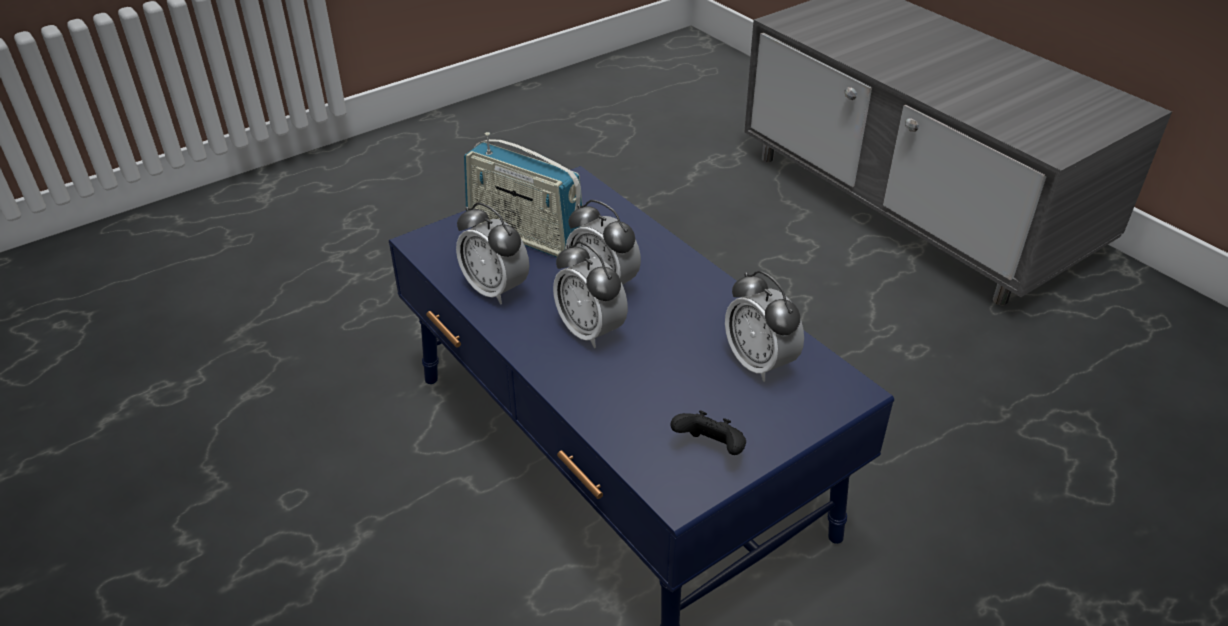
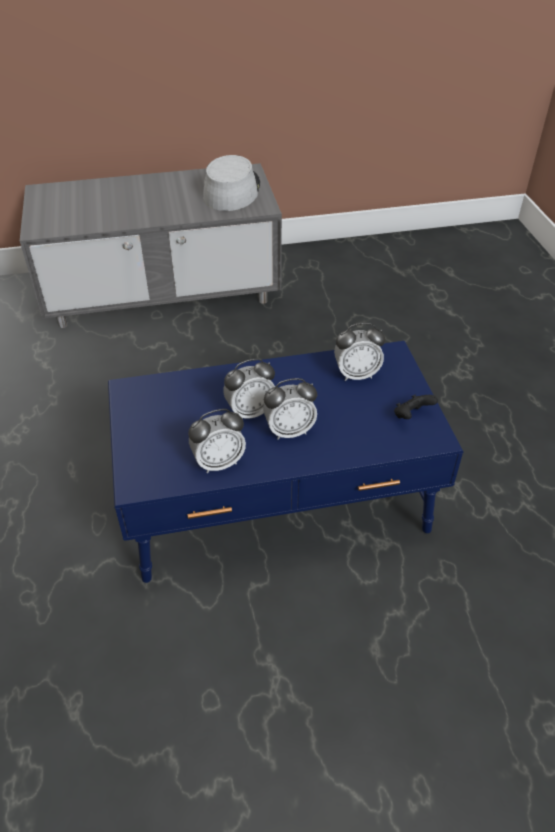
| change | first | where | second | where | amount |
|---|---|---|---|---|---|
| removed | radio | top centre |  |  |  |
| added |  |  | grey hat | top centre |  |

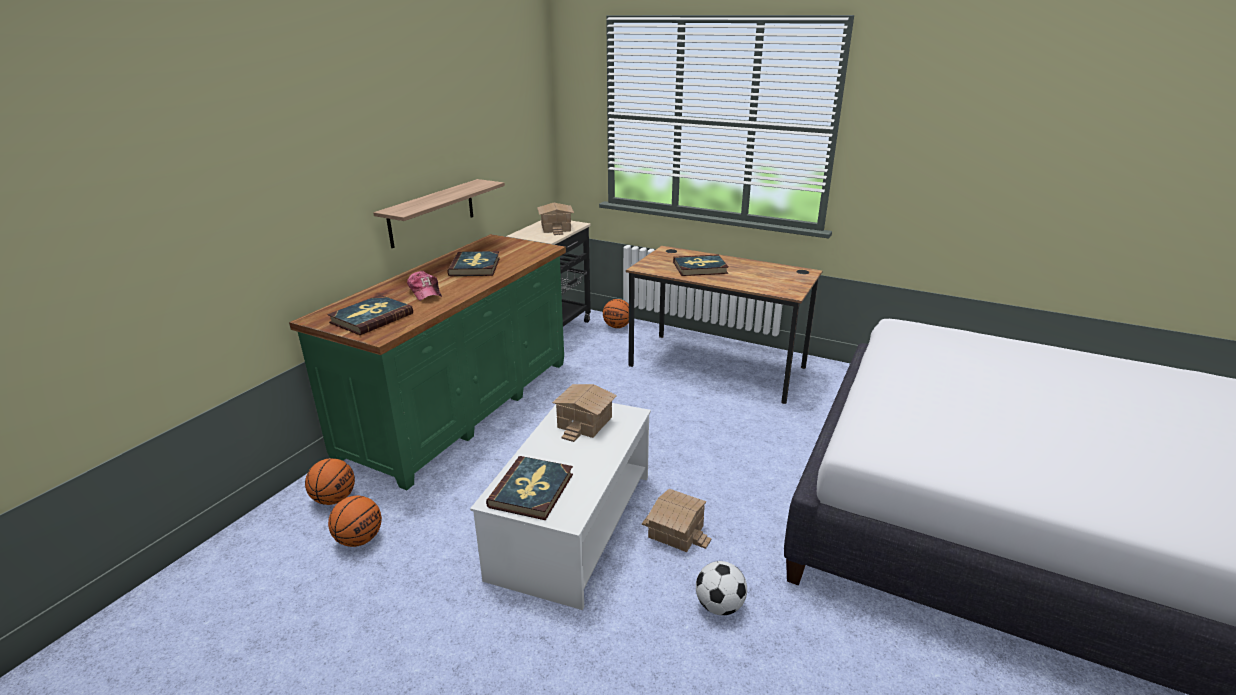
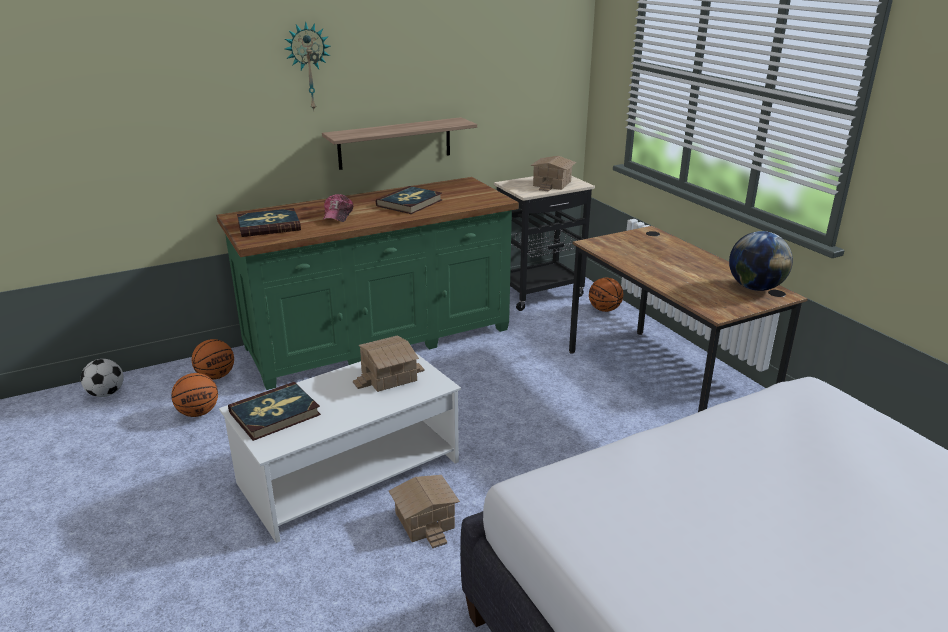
| change | first | where | second | where | amount |
|---|---|---|---|---|---|
| removed | book (4th from left) | centre |  |  |  |
| moved | football | bottom centre |  | middle left |  |
| added |  |  | wall clock | top left |  |
| added |  |  | globe | middle right |  |

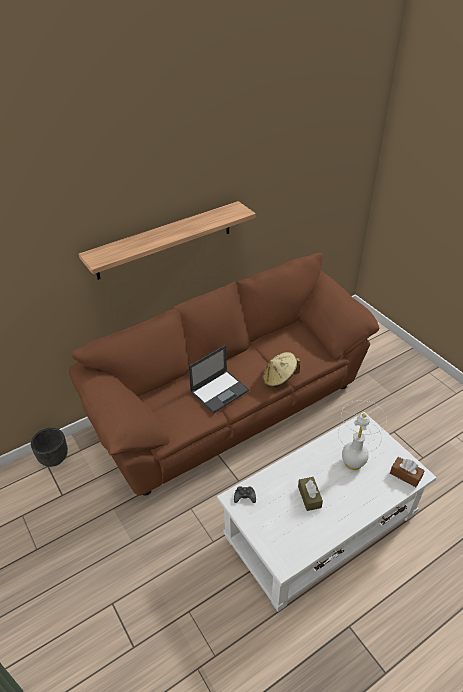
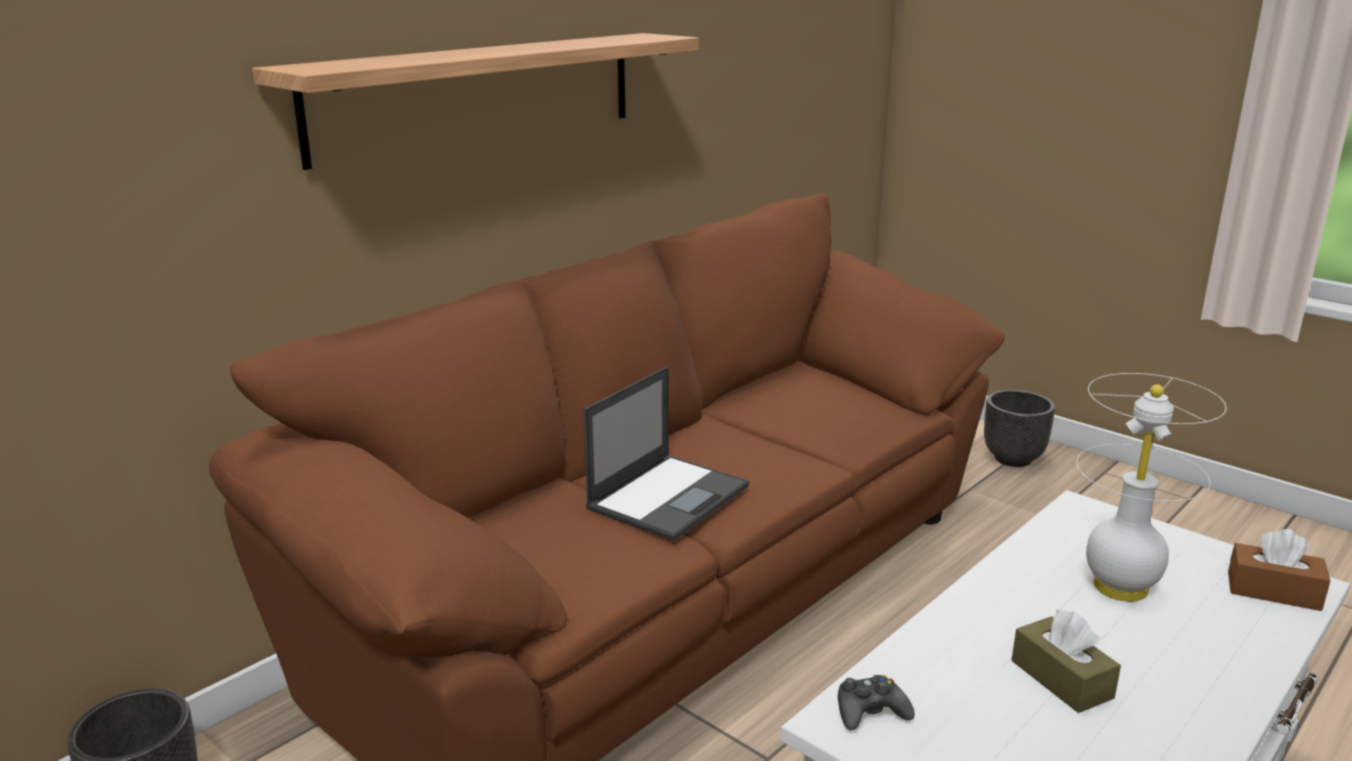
| change | first | where | second | where | amount |
|---|---|---|---|---|---|
| removed | beige hat | centre |  |  |  |
| added |  |  | black planter (2nd from left) | middle right |  |

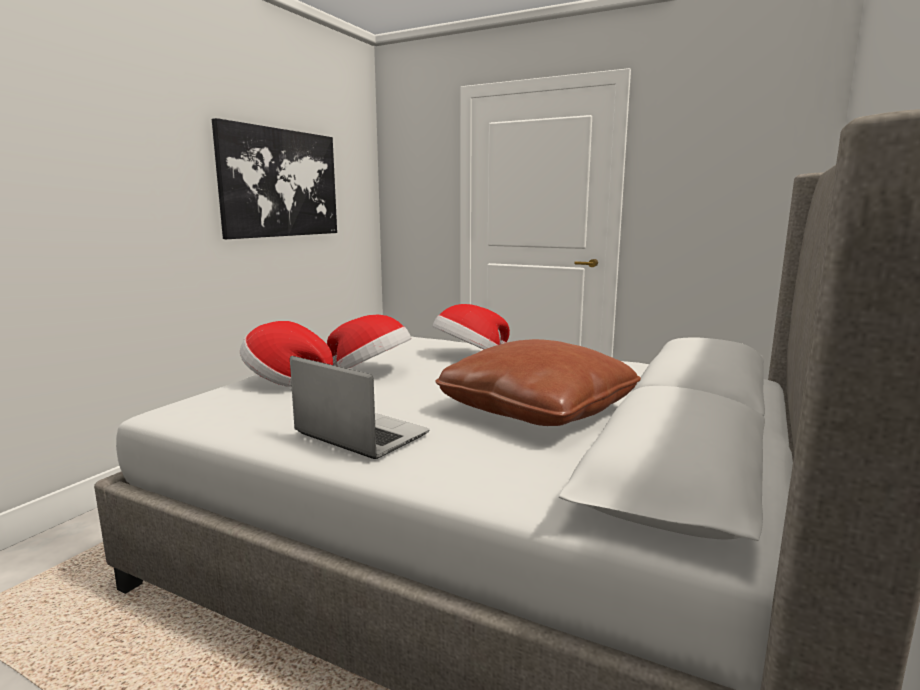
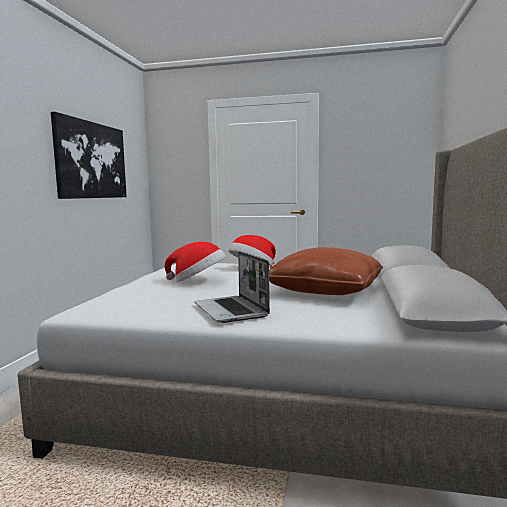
| change | first | where | second | where | amount |
|---|---|---|---|---|---|
| removed | hat (1st from left) | middle left |  |  |  |
| turned | laptop | centre |  | centre | 135 degrees counterclockwise |

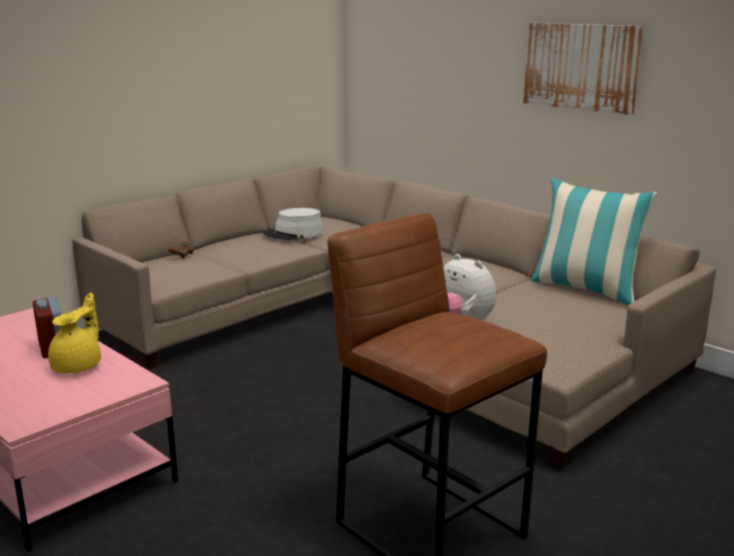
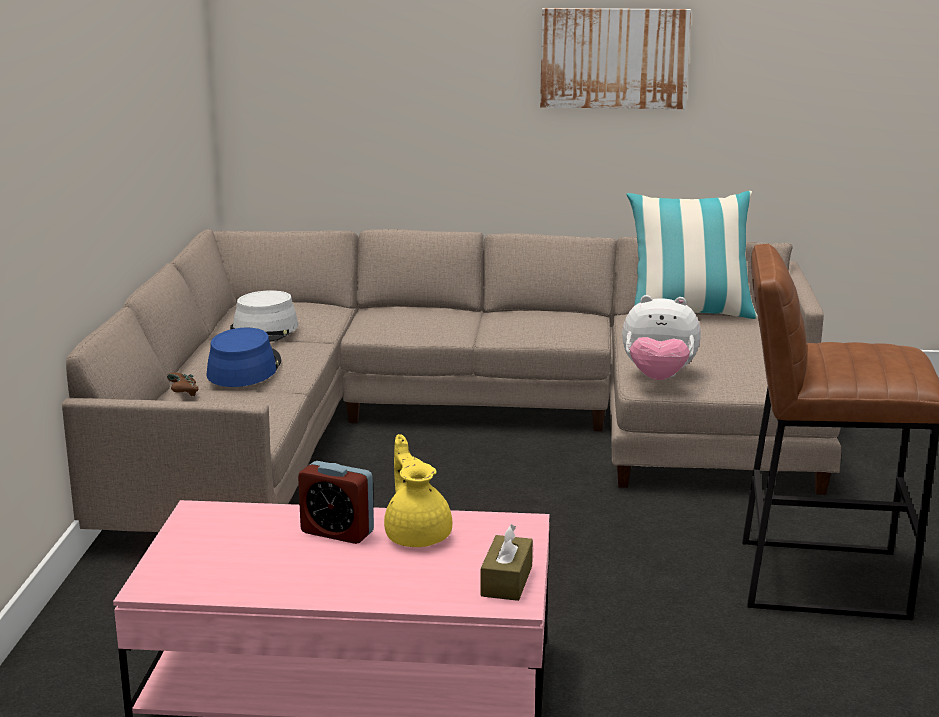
| change | first | where | second | where | amount |
|---|---|---|---|---|---|
| added |  |  | blue hat | middle left |  |
| added |  |  | brown tissue box | bottom centre |  |

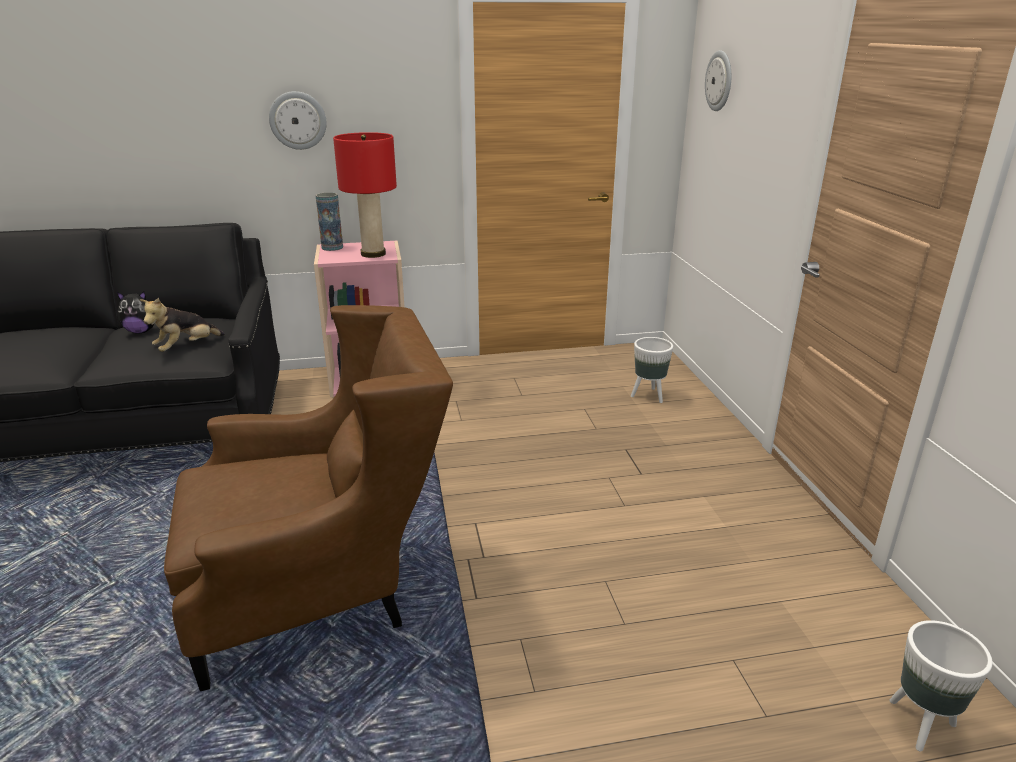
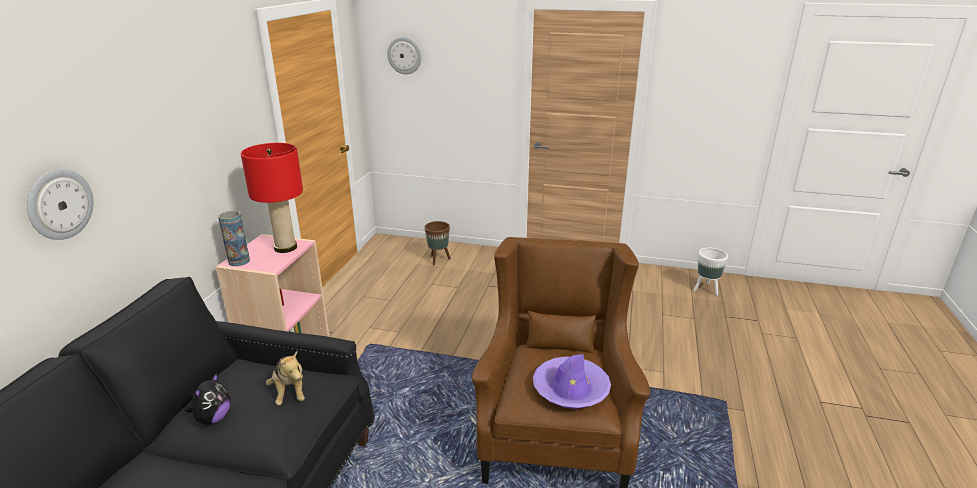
| change | first | where | second | where | amount |
|---|---|---|---|---|---|
| moved | wall clock (1st from left) | top left |  | middle left |  |
| recoloured | white planter (1st from left) | centre | brown planter | centre |  |
| added |  |  | purple hat | bottom centre |  |

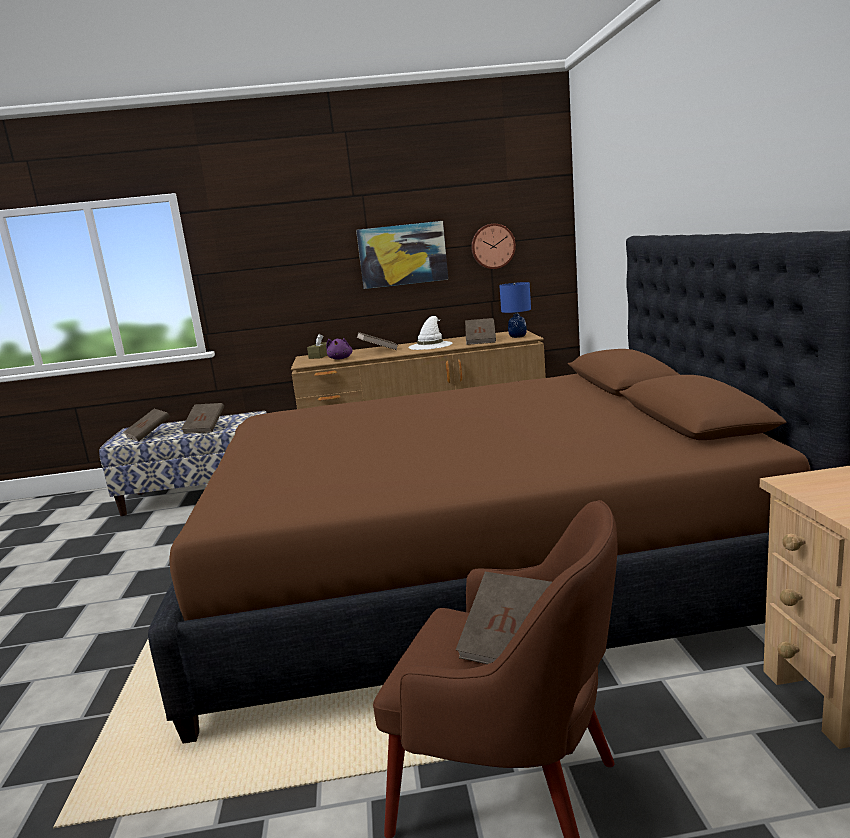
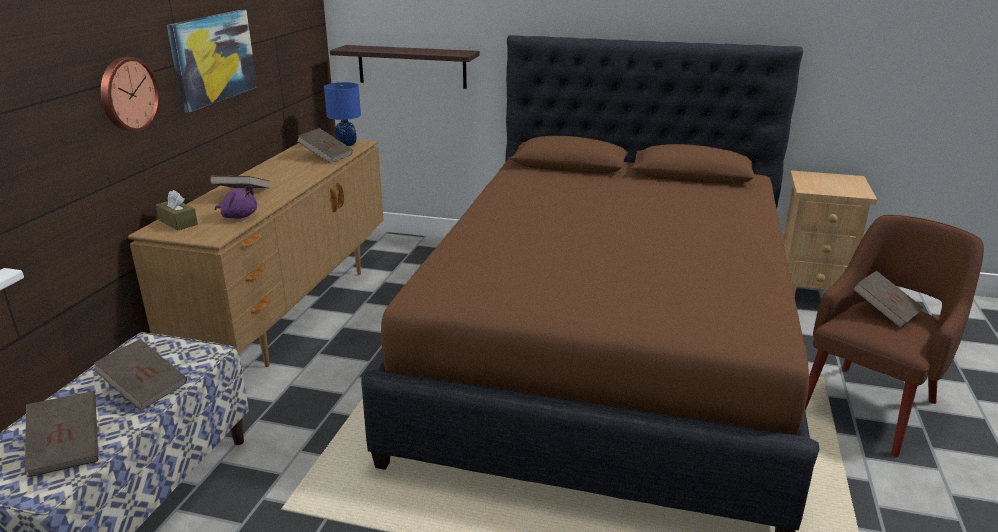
| change | first | where | second | where | amount |
|---|---|---|---|---|---|
| moved | wall clock | top centre |  | top left |  |
| removed | white hat | centre |  |  |  |
| added |  |  | shelf | top centre |  |

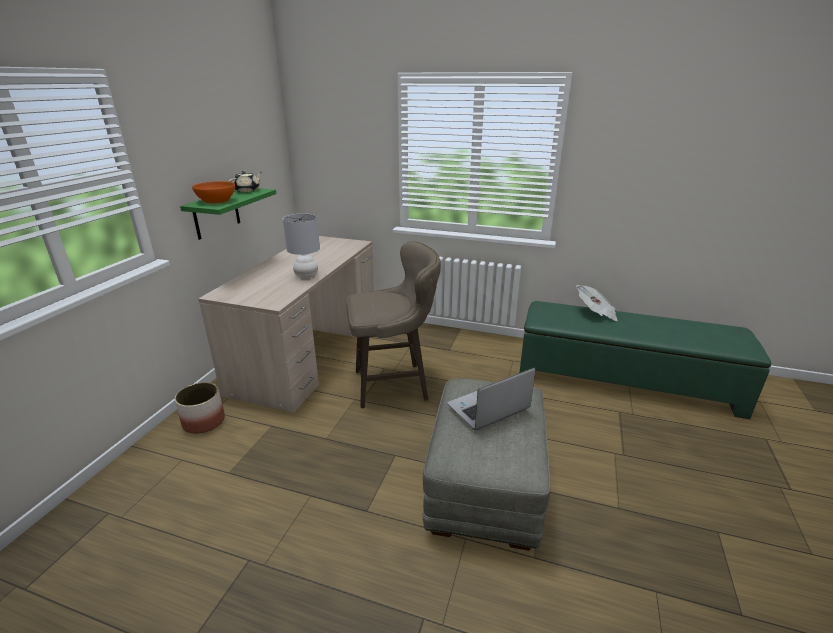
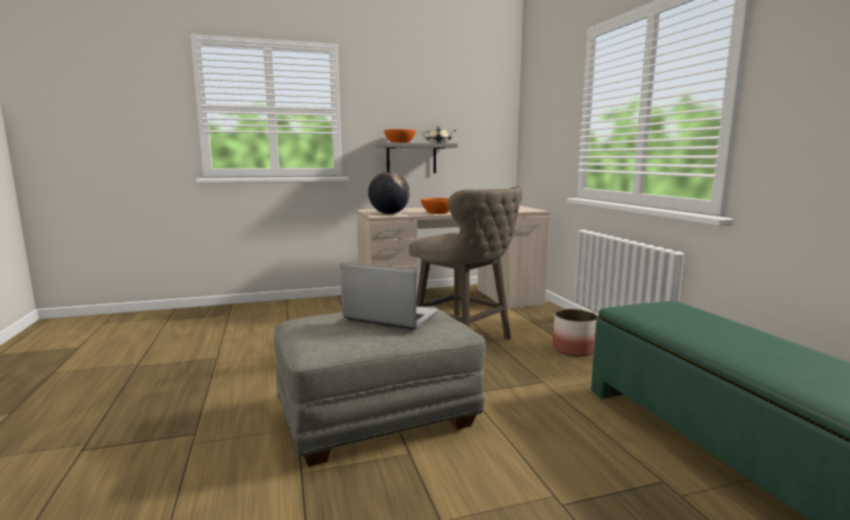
| change | first | where | second | where | amount |
|---|---|---|---|---|---|
| recoloured | green shelf | middle left | grey shelf | top centre |  |
| replaced | grey table lamp | centre | orange bowl (2nd from left) | centre |  |
| removed | newspaper | middle right |  |  |  |
| moved | planter | middle left |  | middle right |  |
| added |  |  | globe | centre |  |

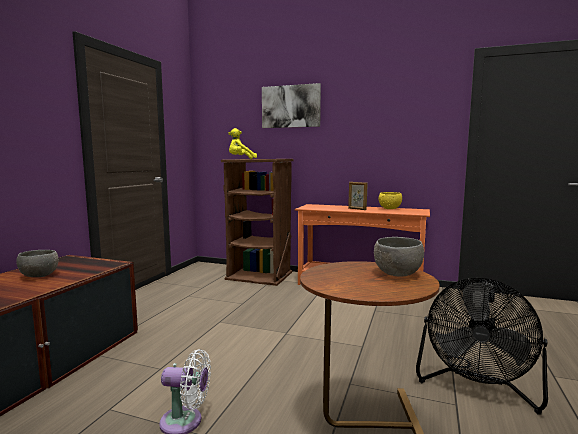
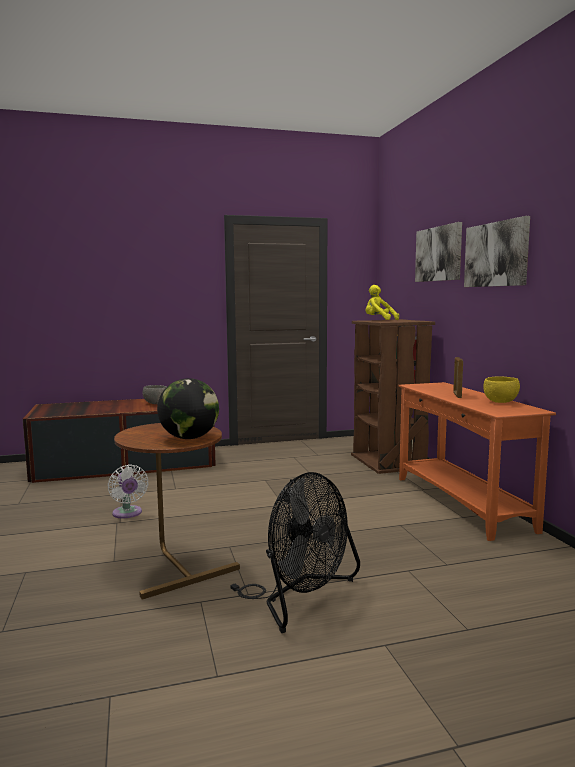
| change | first | where | second | where | amount |
|---|---|---|---|---|---|
| replaced | grey bowl (2nd from left) | middle right | globe | middle left |  |
| turned | black fan | bottom right |  | bottom centre | 135 degrees counterclockwise |
| added |  |  | picture (2nd from left) | top right |  |

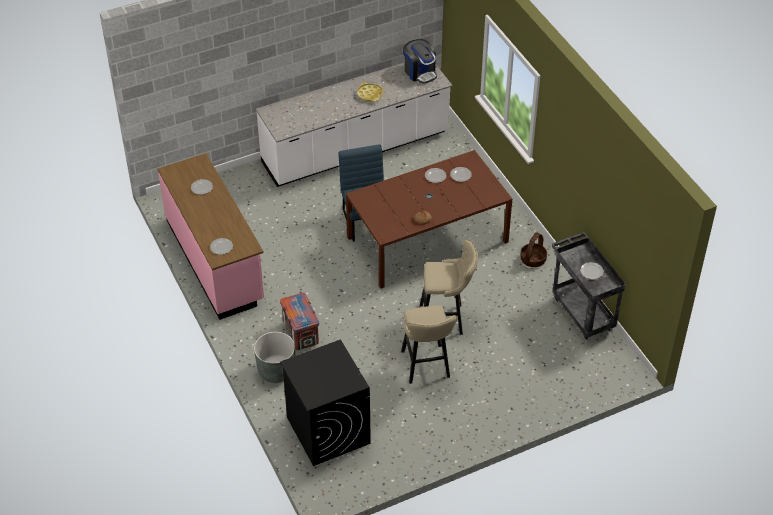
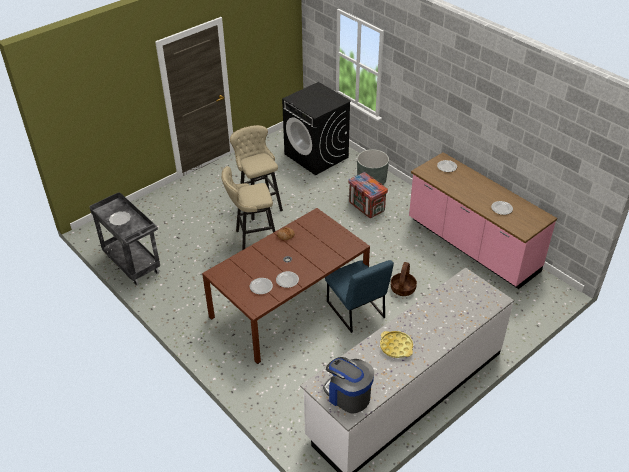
| change | first | where | second | where | amount |
|---|---|---|---|---|---|
| moved | basket | middle right |  | centre |  |

